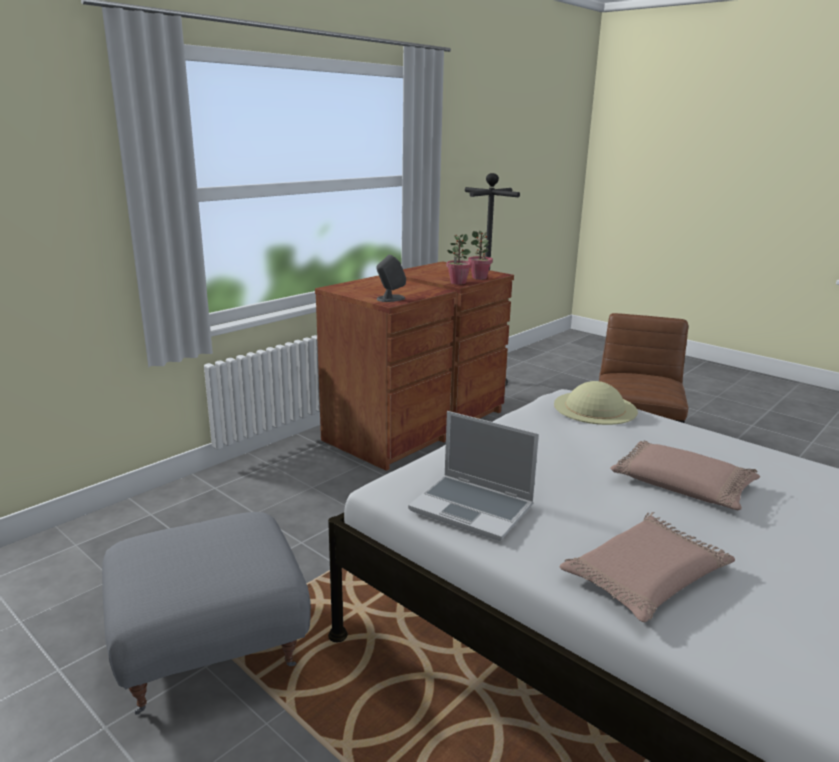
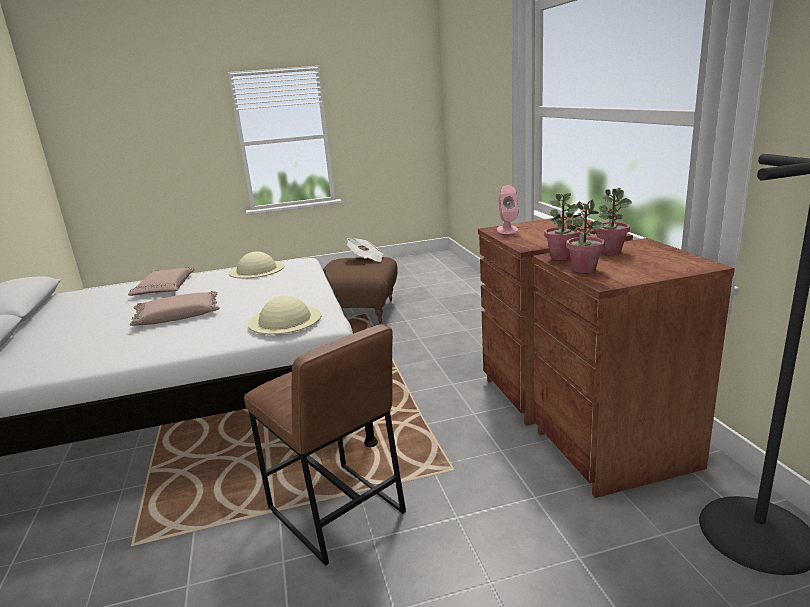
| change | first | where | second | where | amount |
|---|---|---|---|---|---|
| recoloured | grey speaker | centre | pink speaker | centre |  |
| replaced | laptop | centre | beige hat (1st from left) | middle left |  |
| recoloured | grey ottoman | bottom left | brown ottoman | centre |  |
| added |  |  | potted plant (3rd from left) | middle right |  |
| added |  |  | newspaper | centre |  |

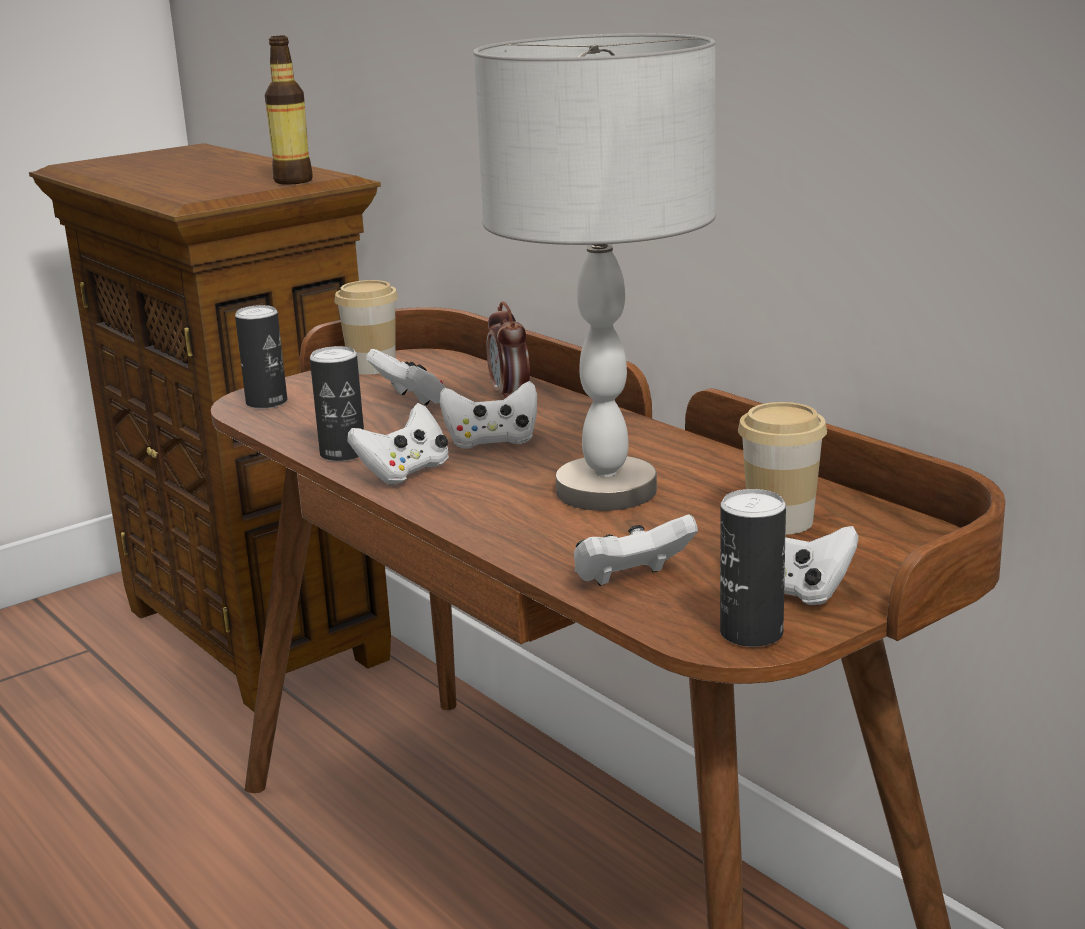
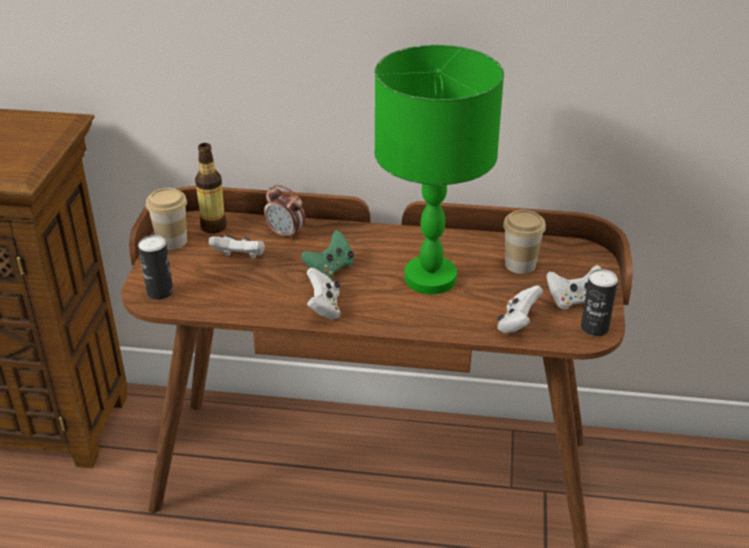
| change | first | where | second | where | amount |
|---|---|---|---|---|---|
| recoloured | grey table lamp | top centre | green table lamp | top centre |  |
| moved | bottle | top left |  | middle left |  |
| removed | can (2nd from left) | middle left |  |  |  |
| recoloured | white game controller (3rd from left) | centre | green game controller | centre |  |

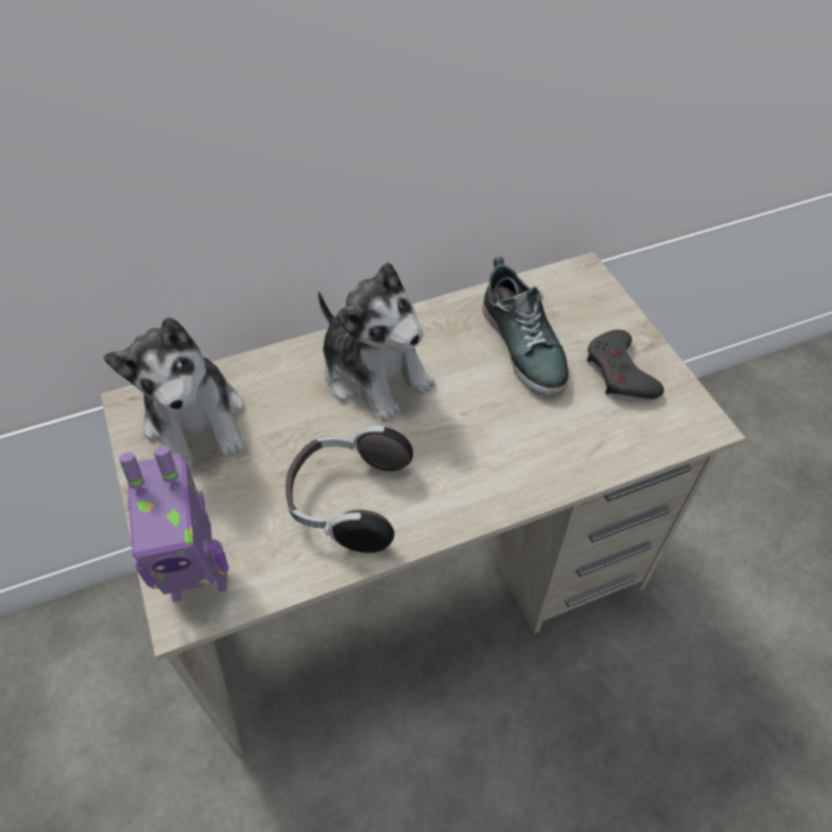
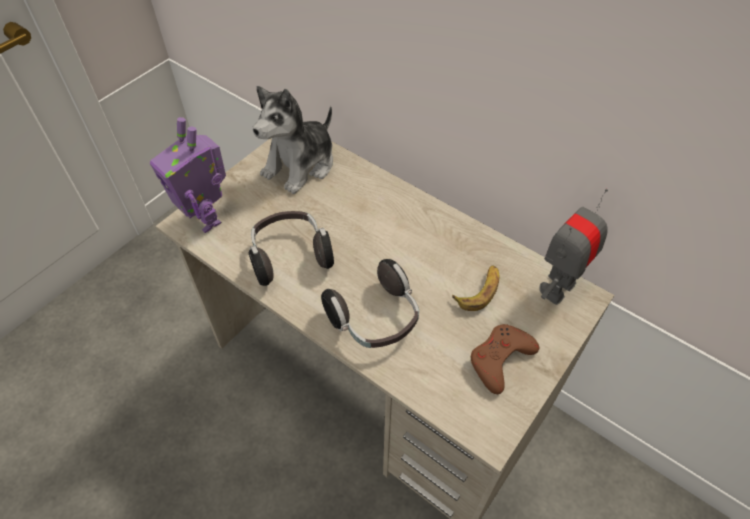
| change | first | where | second | where | amount |
|---|---|---|---|---|---|
| replaced | shoe | centre | banana | centre |  |
| removed | plush toy (2nd from left) | centre |  |  |  |
| recoloured | grey game controller | middle right | brown game controller | bottom right |  |
| added |  |  | toy robot (2nd from left) | middle right |  |
| added |  |  | headphones (2nd from left) | centre |  |

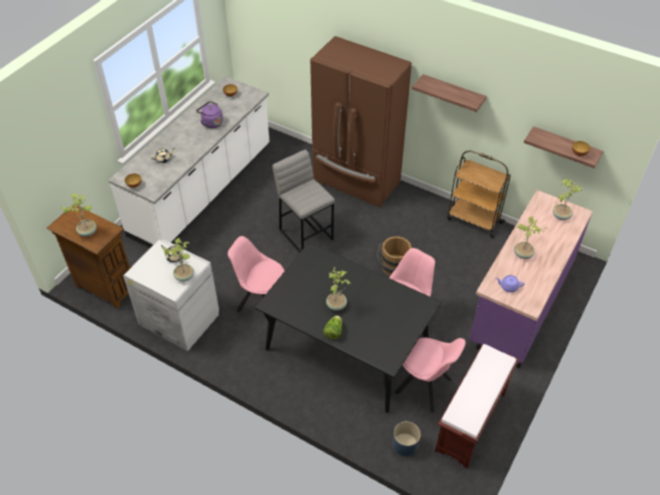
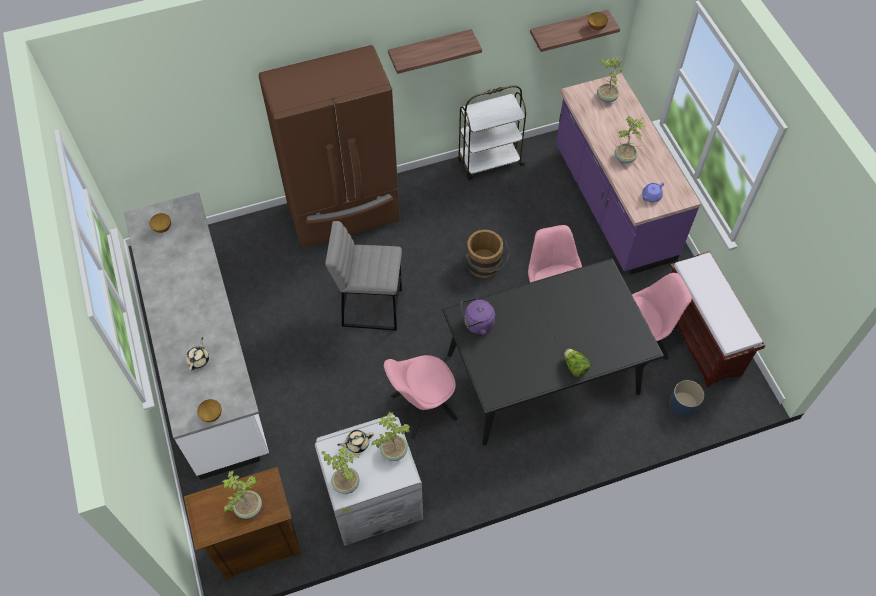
| change | first | where | second | where | amount |
|---|---|---|---|---|---|
| moved | purple kettle | top left |  | centre |  |
| recoloured | brown cart | middle right | white cart | top centre |  |
| moved | potted plant (3rd from left in the first image) | centre | potted plant (2nd from left) | bottom centre |  |

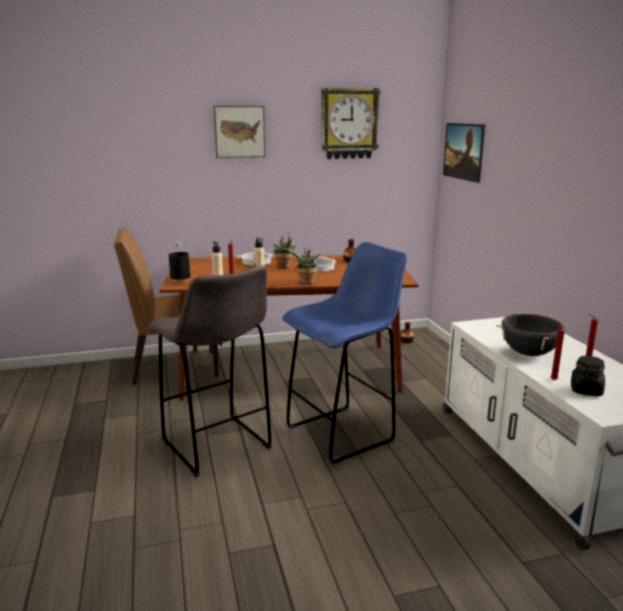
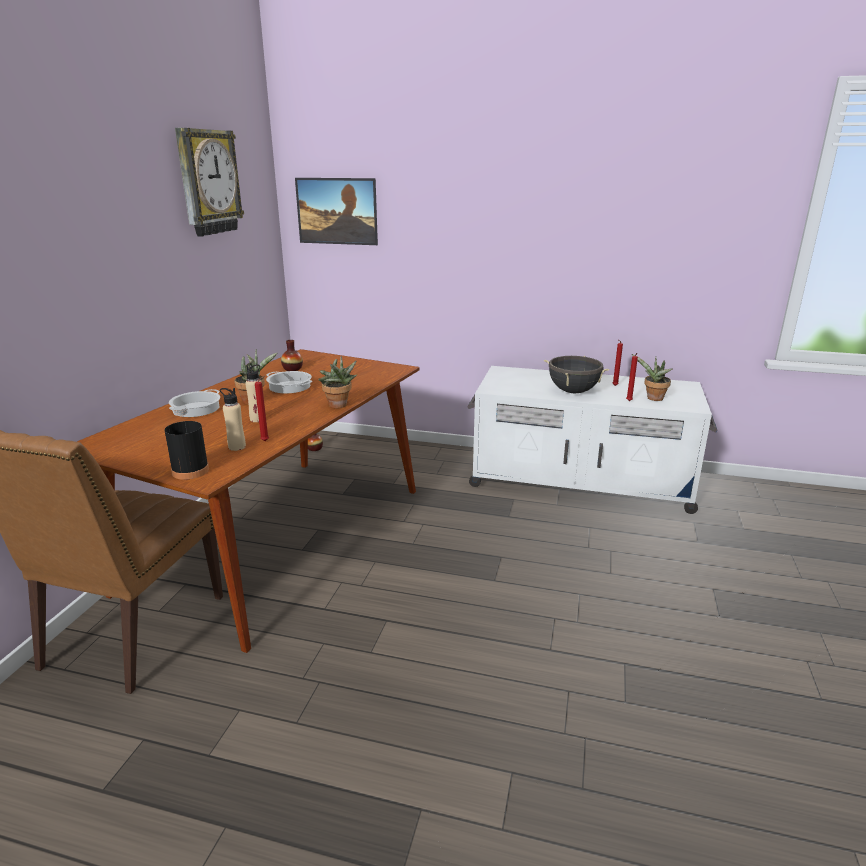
| change | first | where | second | where | amount |
|---|---|---|---|---|---|
| removed | picture (1st from left) | top centre |  |  |  |
| removed | blue stool | centre |  |  |  |
| removed | grey stool | centre |  |  |  |
| replaced | black jar | middle right | potted plant (3rd from left) | middle right |  |

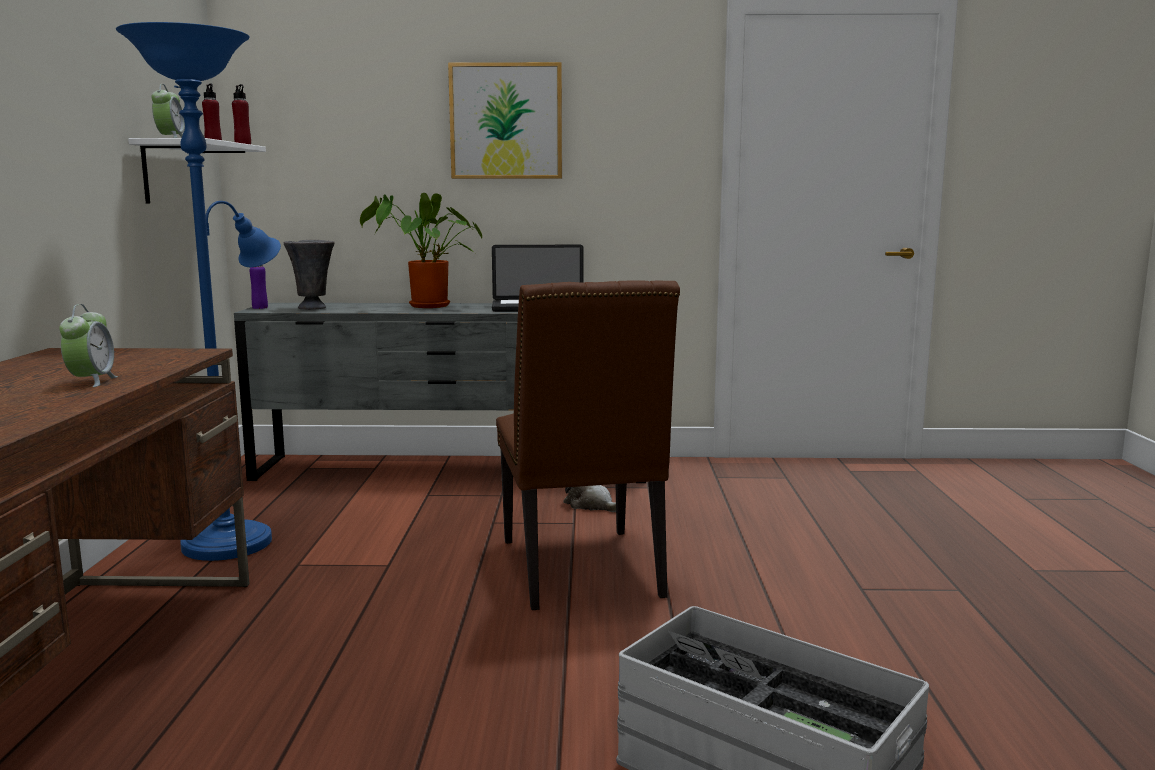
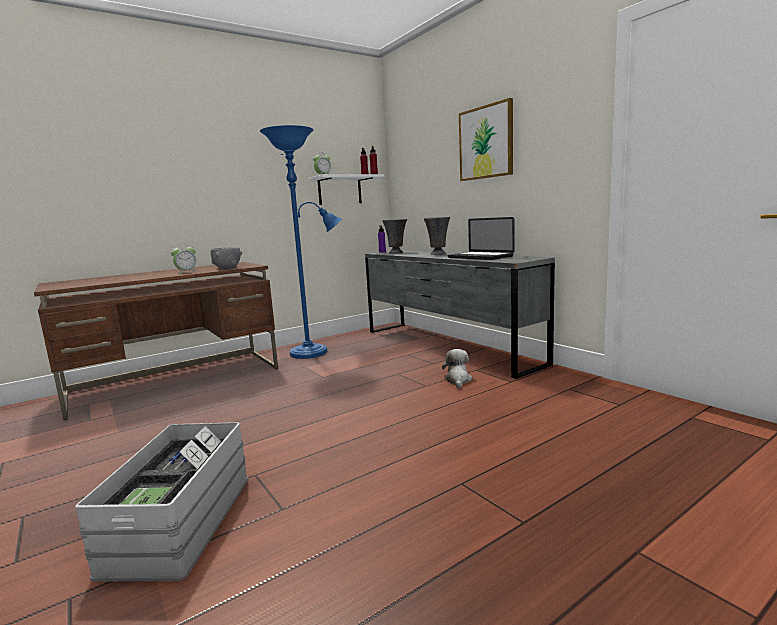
| change | first | where | second | where | amount |
|---|---|---|---|---|---|
| replaced | potted plant | top centre | grey vase (2nd from left) | centre |  |
| removed | brown chair | centre |  |  |  |
| added |  |  | grey bowl | middle left |  |

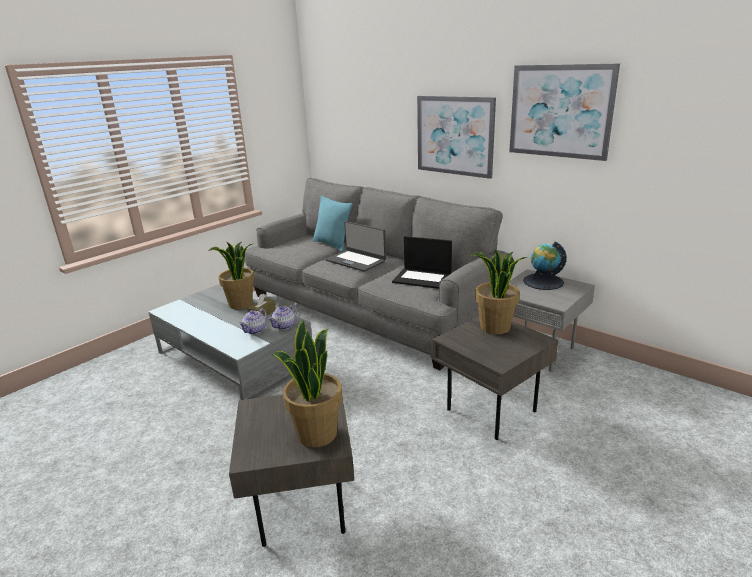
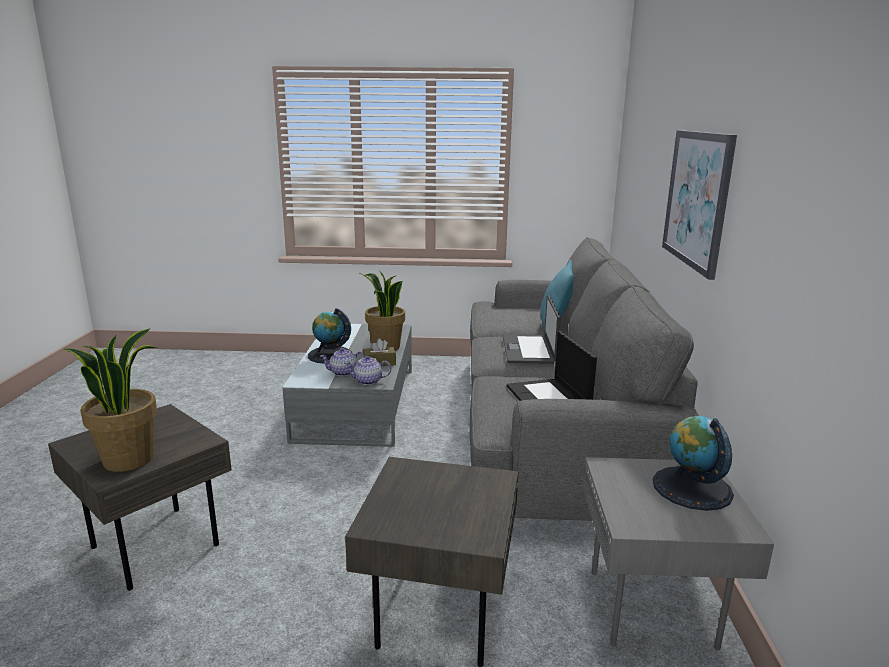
| change | first | where | second | where | amount |
|---|---|---|---|---|---|
| removed | picture (2nd from left) | top right |  |  |  |
| removed | potted plant (3rd from left) | centre |  |  |  |
| added |  |  | globe (1st from left) | centre |  |

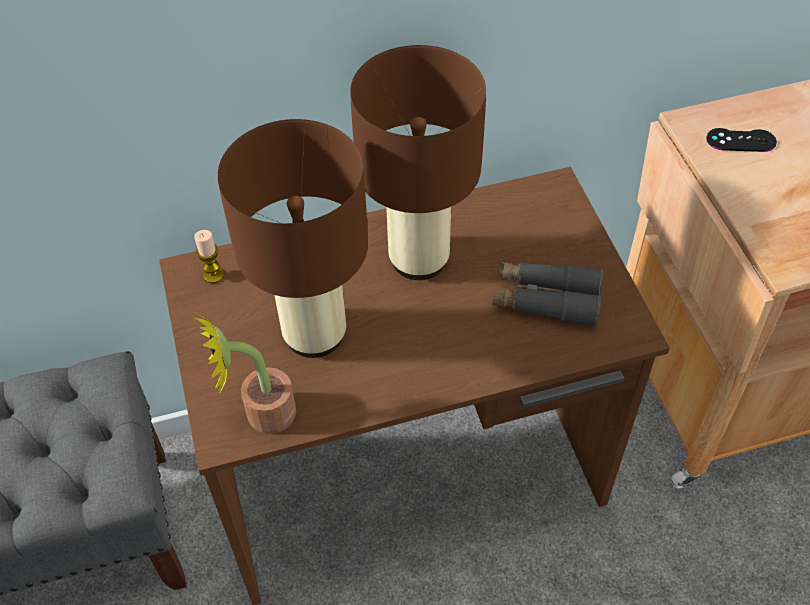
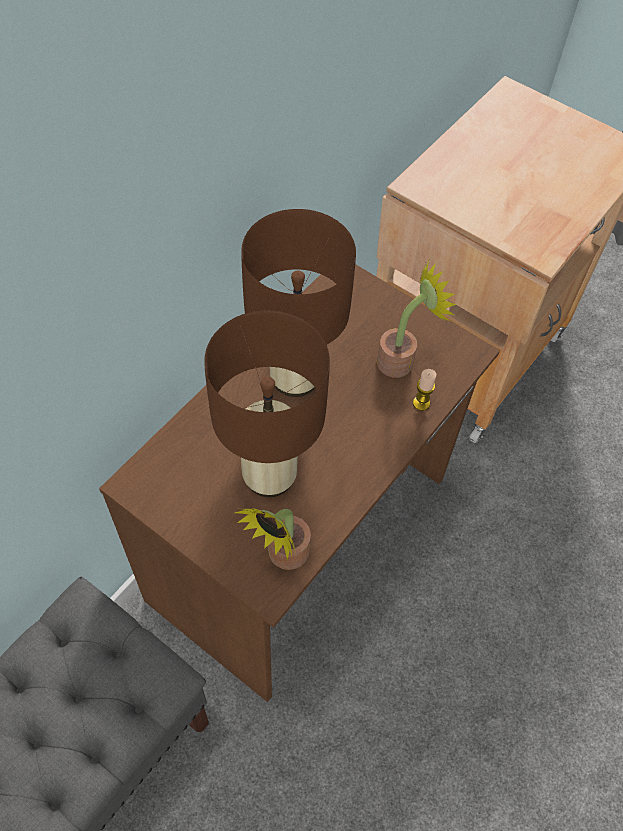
| change | first | where | second | where | amount |
|---|---|---|---|---|---|
| removed | black game controller | top right |  |  |  |
| moved | candle | middle left |  | middle right |  |
| replaced | grey binoculars | middle right | potted plant (2nd from left) | middle right |  |

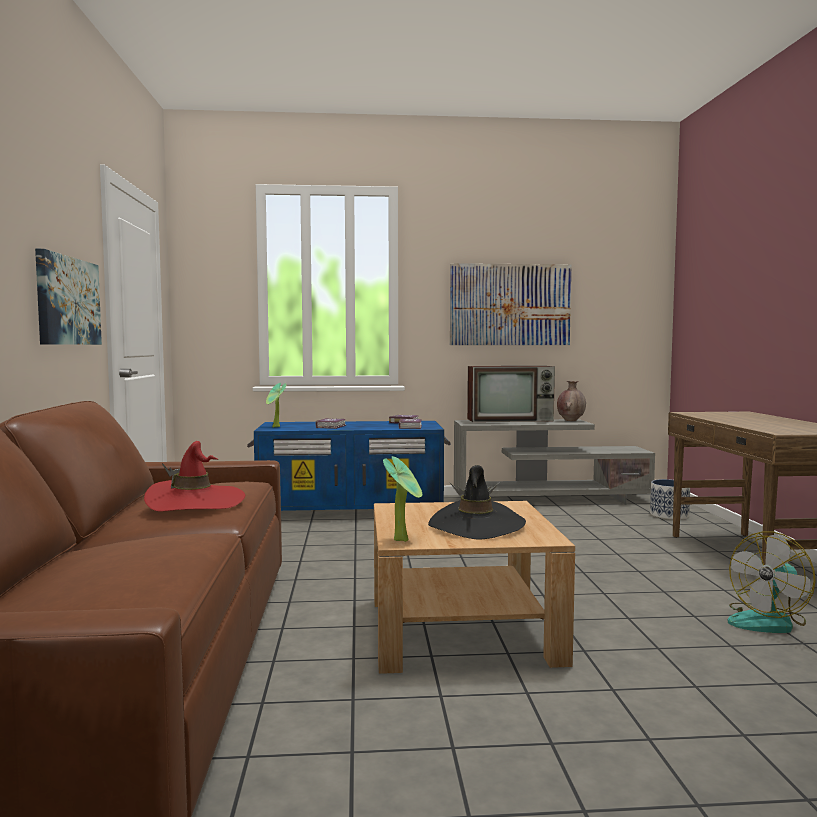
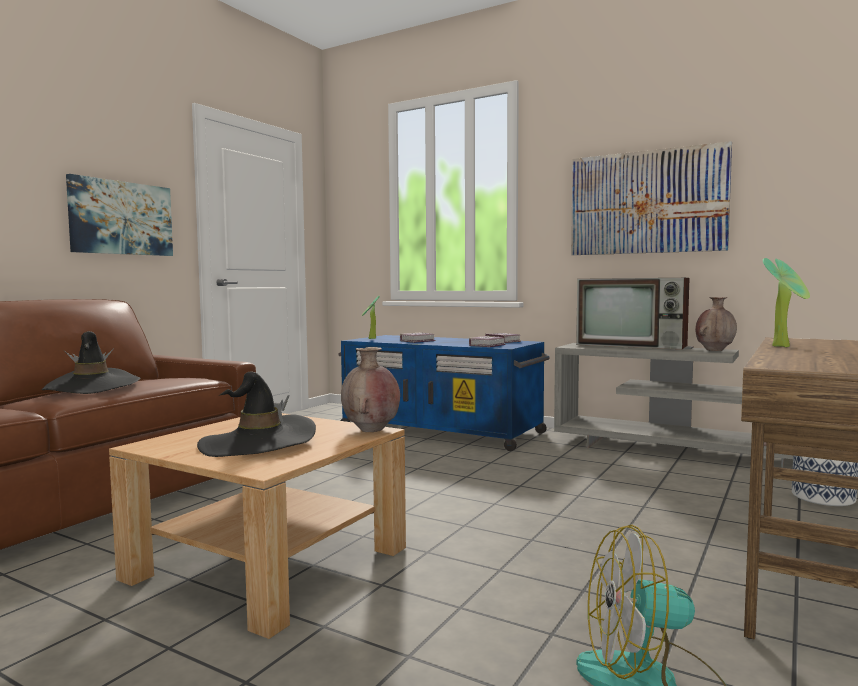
| change | first | where | second | where | amount |
|---|---|---|---|---|---|
| recoloured | red hat | middle left | black hat (1st from left) | middle left |  |
| moved | potted plant (2nd from left) | centre |  | middle right |  |
| added |  |  | brown vase (1st from left) | centre |  |

